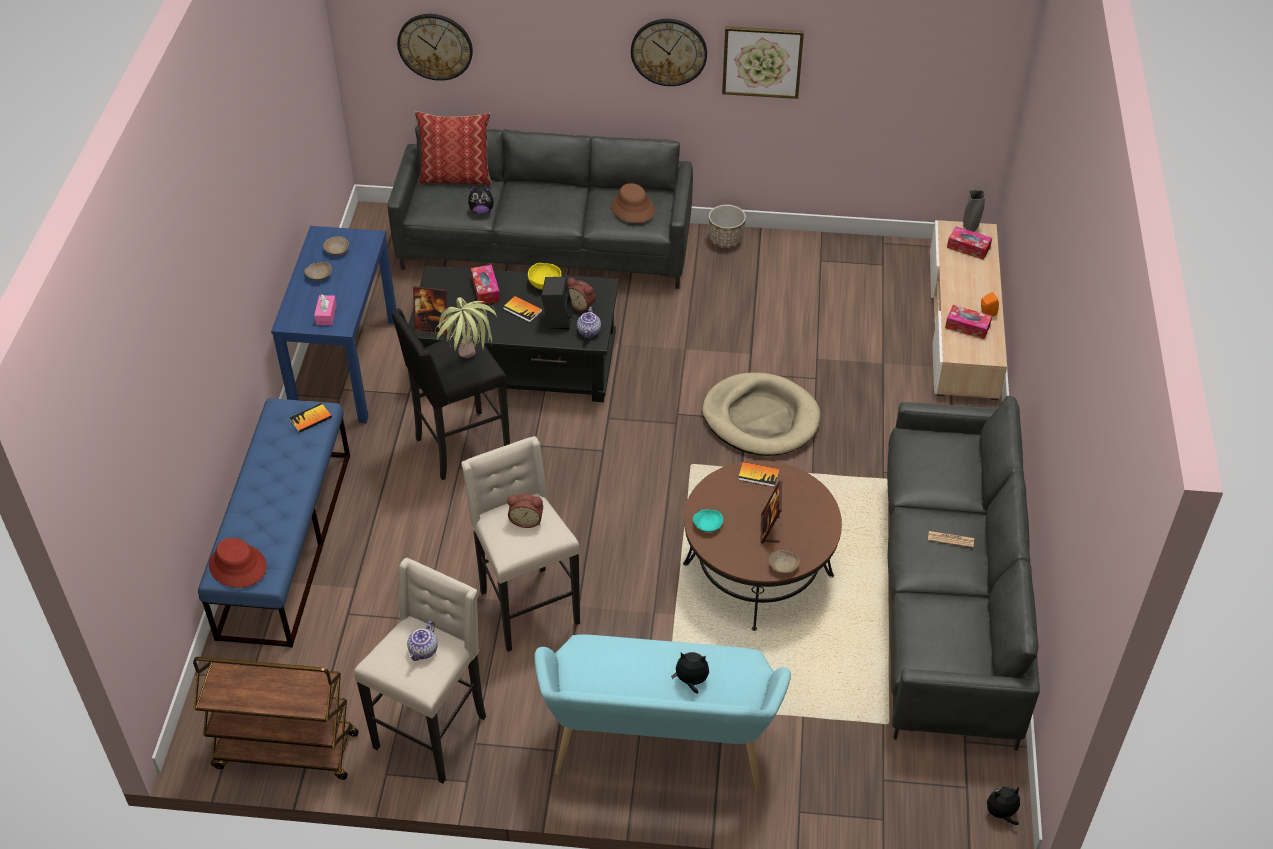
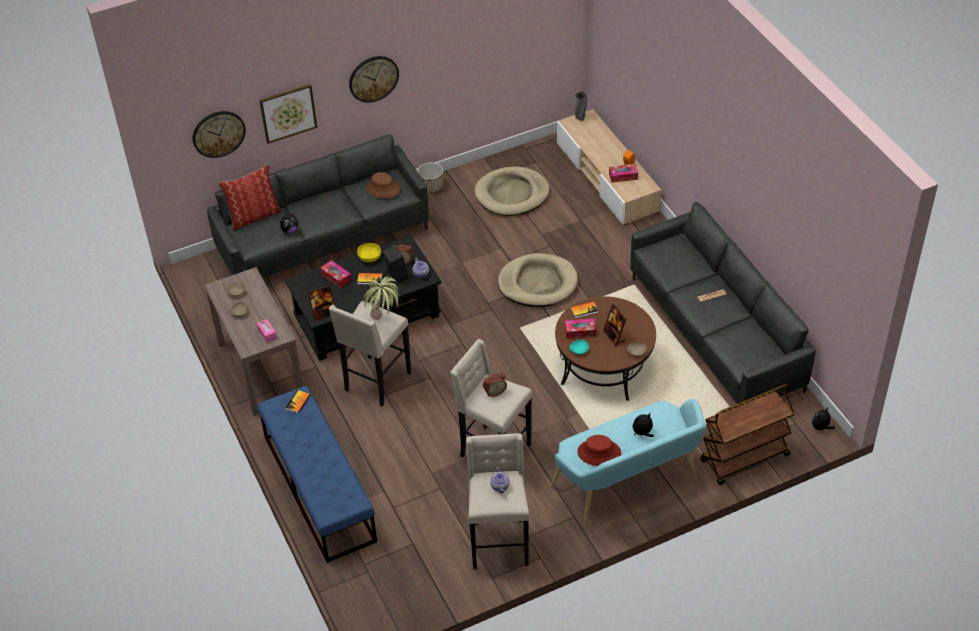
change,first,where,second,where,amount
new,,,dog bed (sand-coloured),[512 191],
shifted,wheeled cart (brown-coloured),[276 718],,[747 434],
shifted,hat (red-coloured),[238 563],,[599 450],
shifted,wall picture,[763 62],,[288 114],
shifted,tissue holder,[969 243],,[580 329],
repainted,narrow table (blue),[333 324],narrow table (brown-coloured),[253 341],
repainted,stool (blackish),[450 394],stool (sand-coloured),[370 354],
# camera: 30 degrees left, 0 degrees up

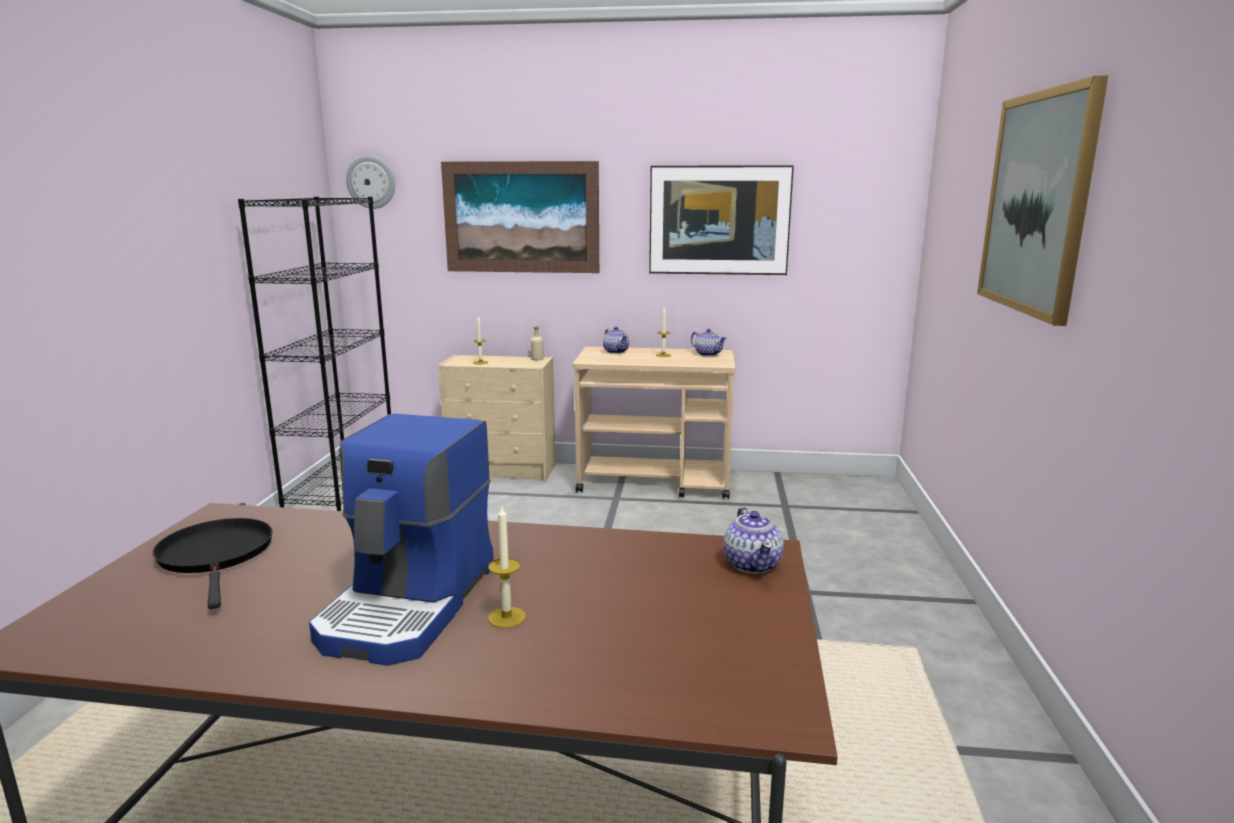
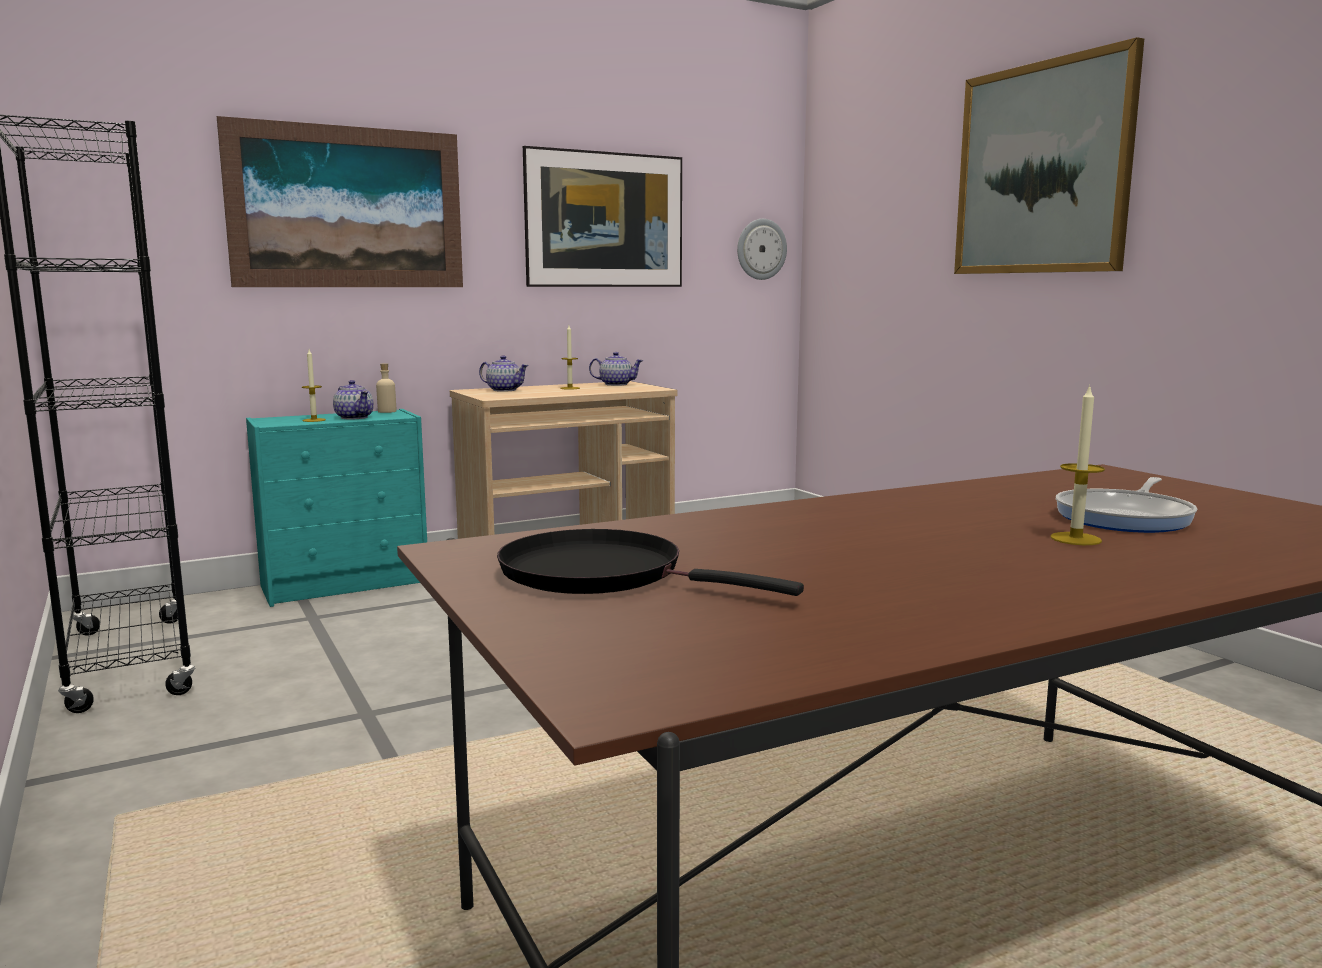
change,first,where,second,where,amount
gone,coffee maker,[401 540],,,
new,,,frying pan,[1126 505],
shifted,hanging clock,[370 182],,[762 249],
shifted,tea pot,[753 540],,[353 400],
repainted,chest of drawers (sand-coloured),[497 418],chest of drawers (turquoise-coloured),[336 508],
# camera: 35 degrees left, 5 degrees down

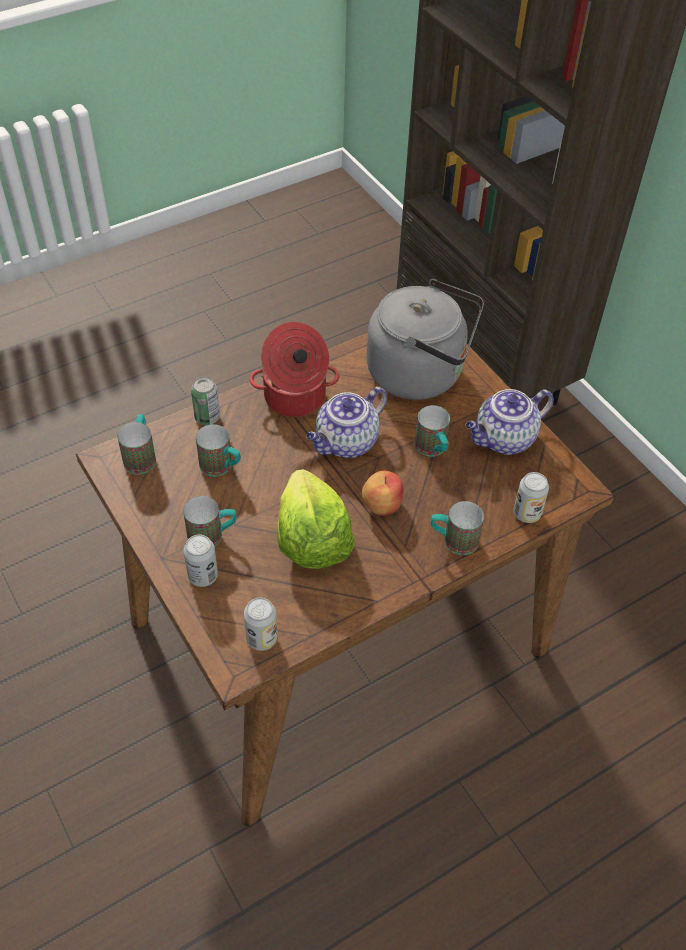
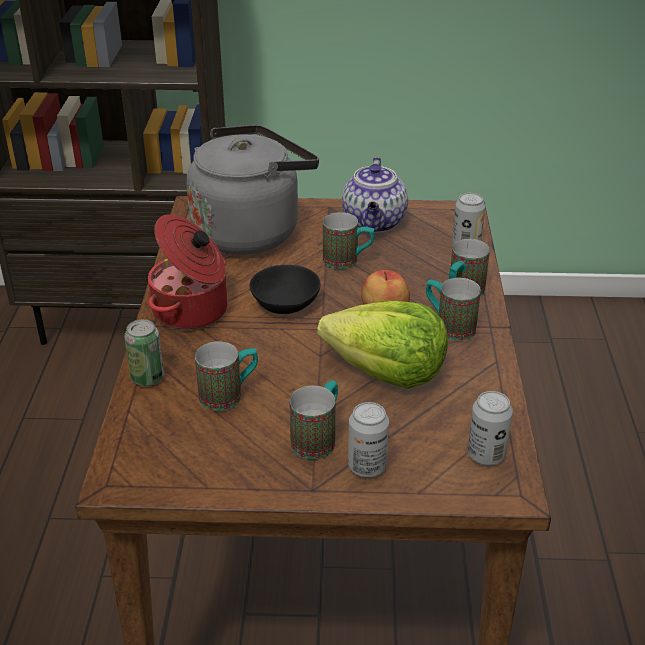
change,first,where,second,where,amount
shifted,coffee mug,[136 444],,[453 309],
swapped,tea pot,[346 422],bowl (blackish),[285 289],
# camera: 55 degrees left, 15 degrees down

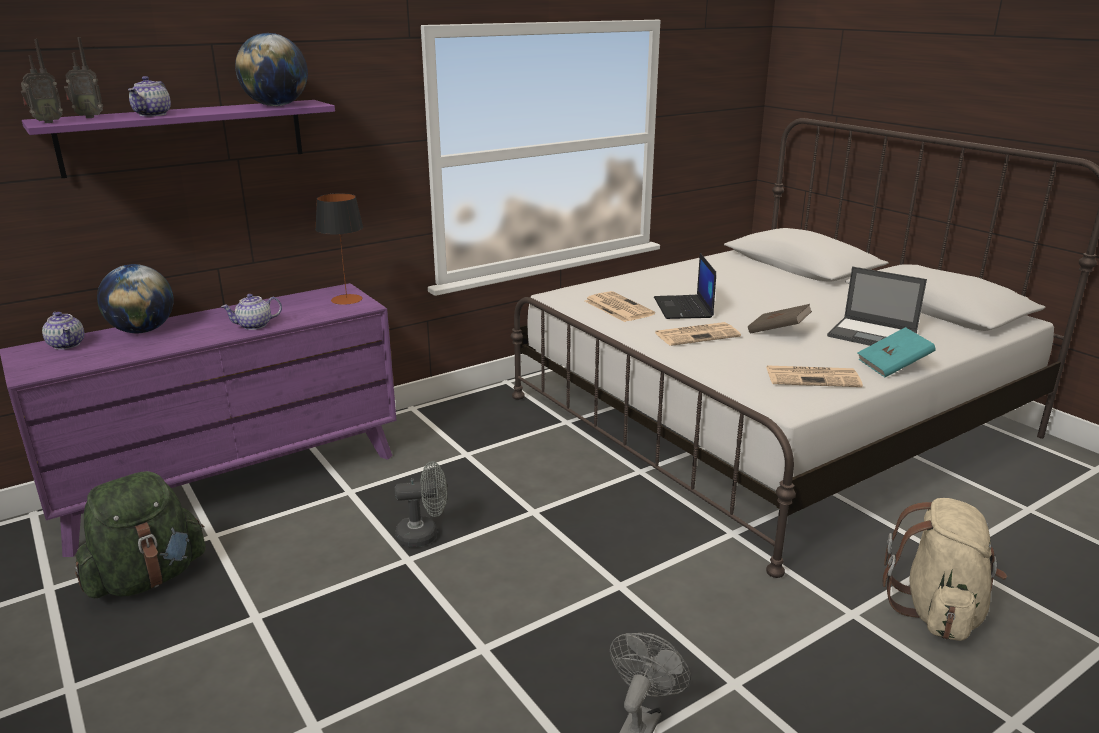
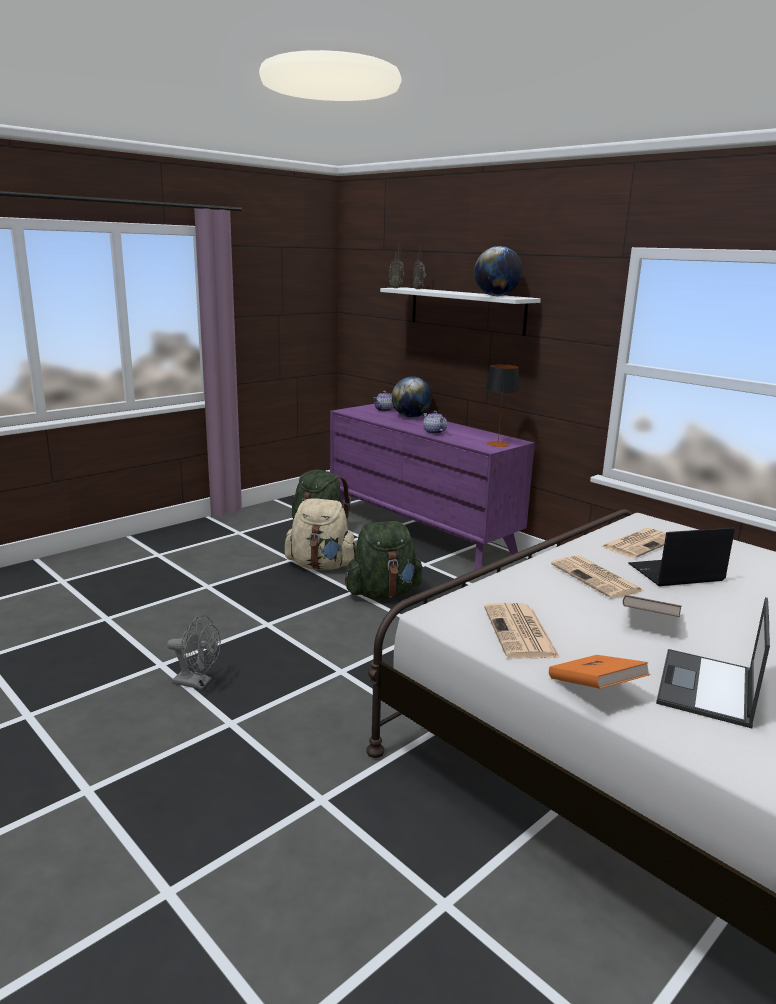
change,first,where,second,where,amount
gone,tea pot,[149 96],,,
shifted,knapsack (sand-coloured),[945 569],,[320 534],
swapped,electric fan (gray),[421 504],knapsack (greenish),[384 560],
repainted,shelf (purple-coloured),[178 139],shelf (whitish),[460 312],
repainted,bound book (turquoise-coloured),[897 352],bound book (orange-coloured),[600 672],
# camera: 80 degrees right, 5 degrees down

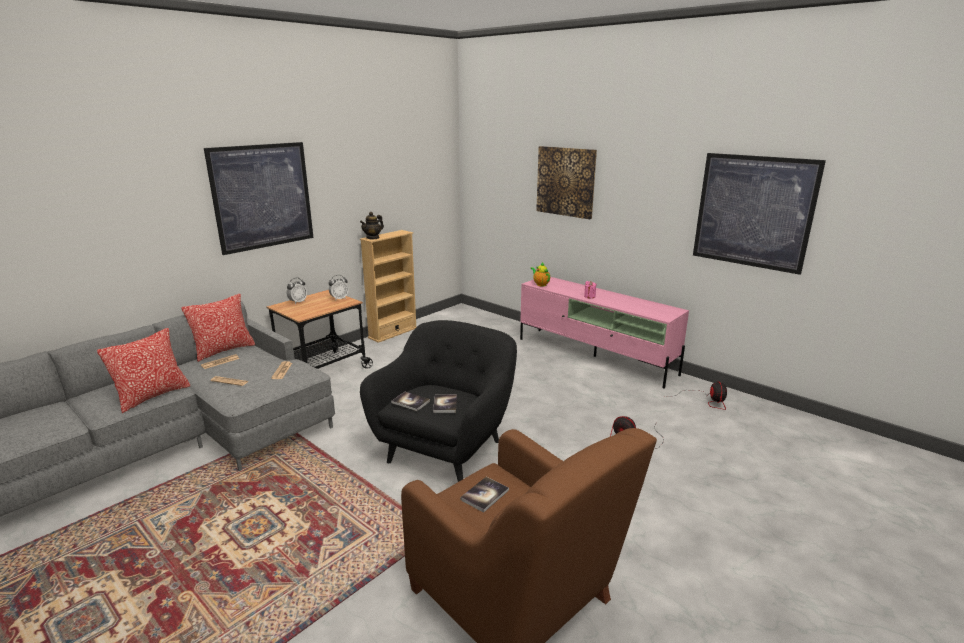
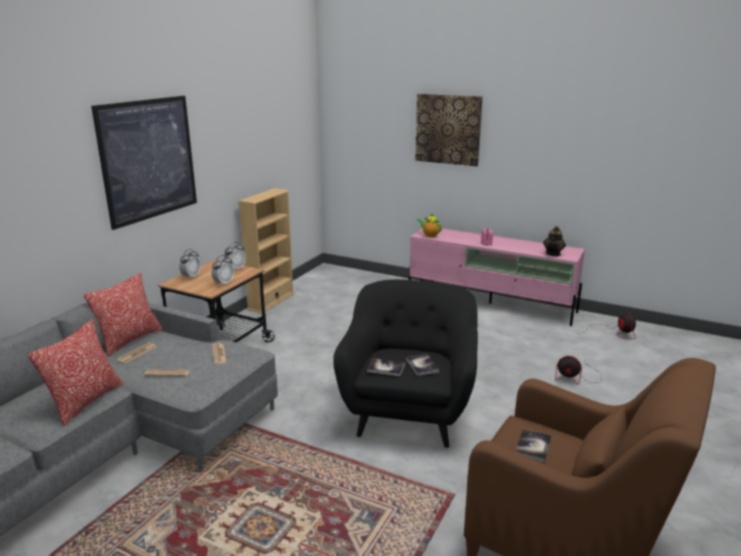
change,first,where,second,where,amount
gone,wall picture,[759 214],,,
new,,,table clock,[222 270],
shifted,tea pot,[372 226],,[554 241],
# camera: 15 degrees left, 0 degrees up

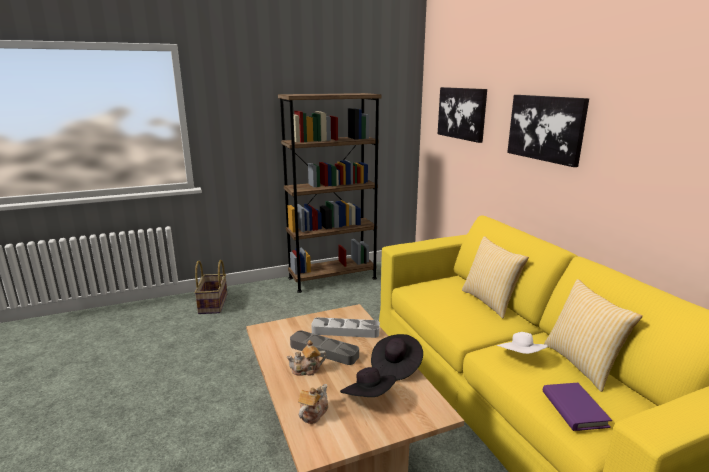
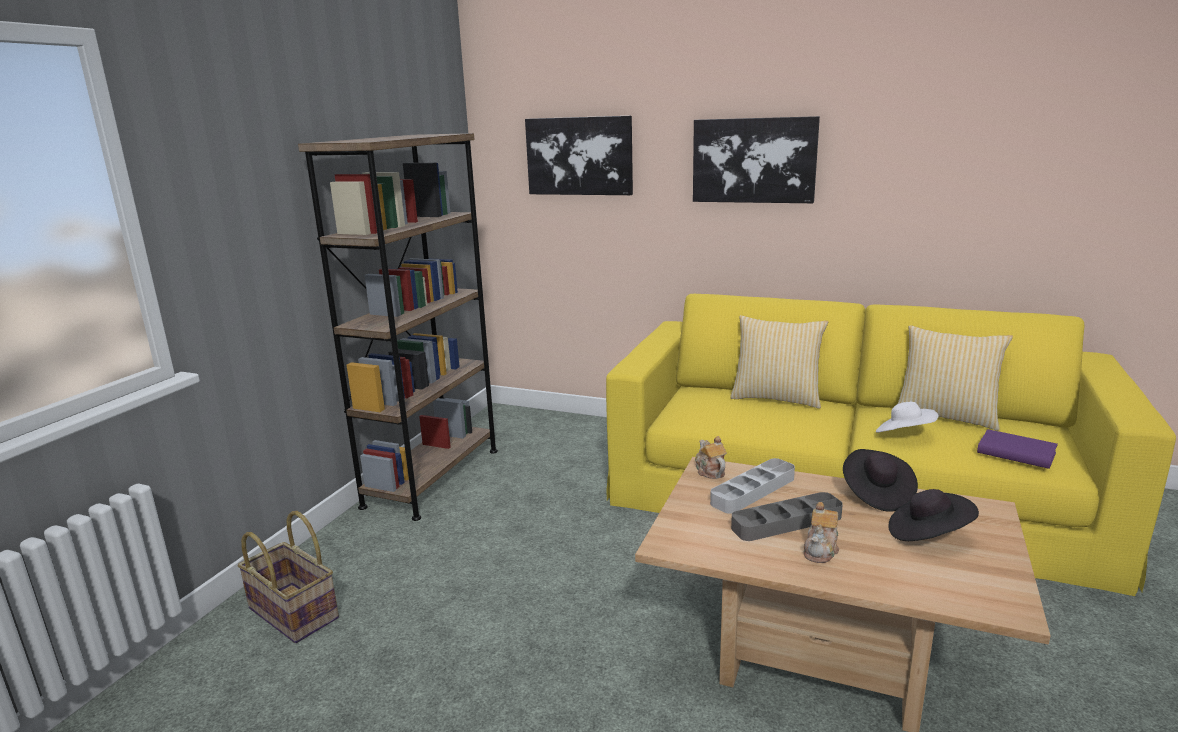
change,first,where,second,where,amount
shifted,tea pot,[313 404],,[711 457],
# camera: 45 degrees left, 0 degrees up

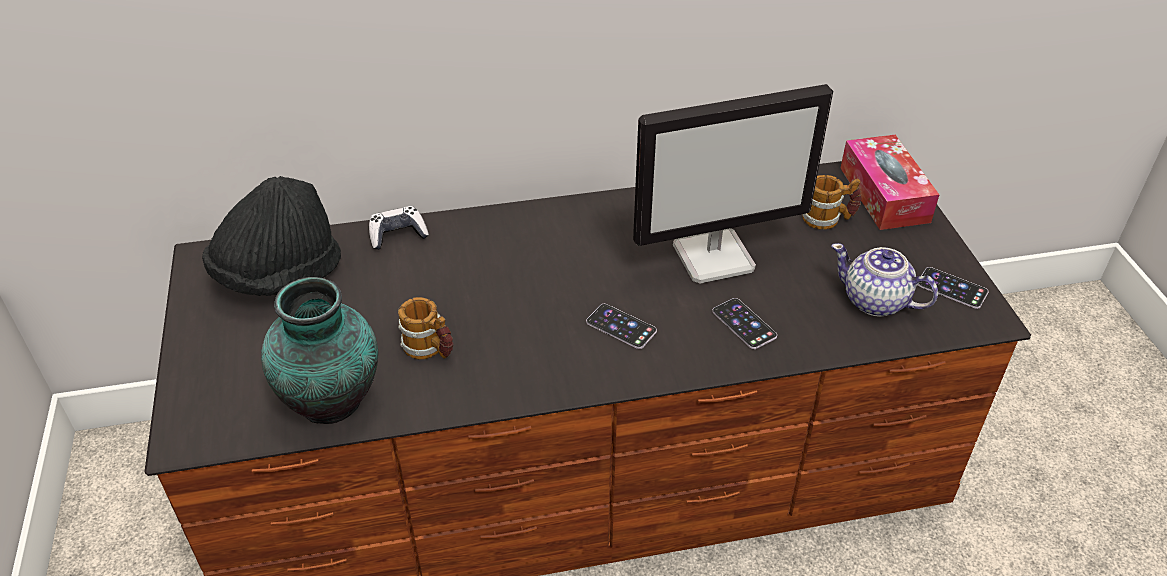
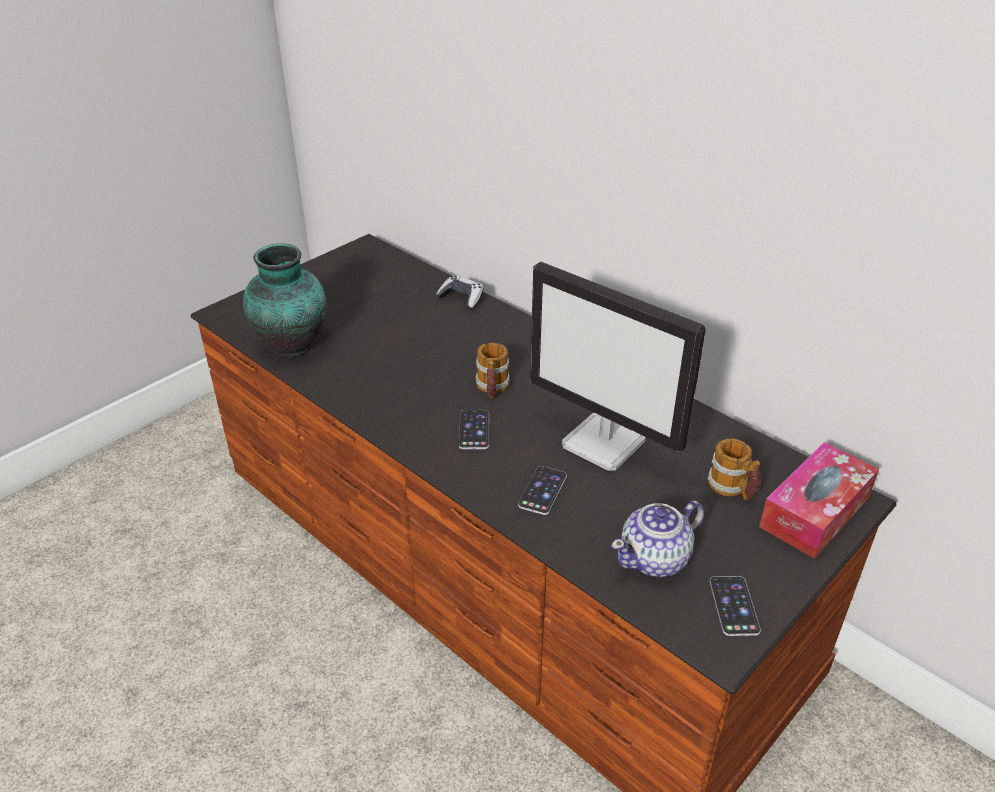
change,first,where,second,where,amount
gone,hat (blackish),[271 236],,,
shifted,coffee mug,[425 328],,[493 370],
rotated,tea pot,[884 280],,[657 538],120 degrees counterclockwise
# camera: 55 degrees right, 5 degrees down

